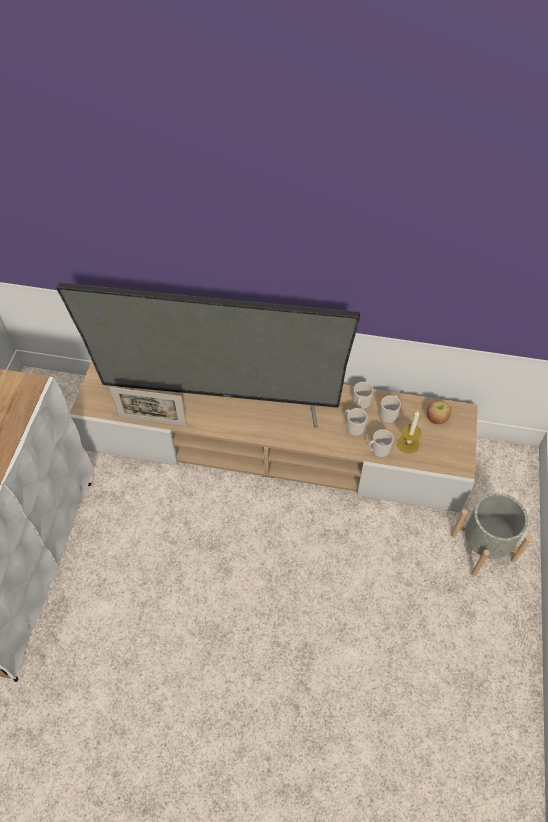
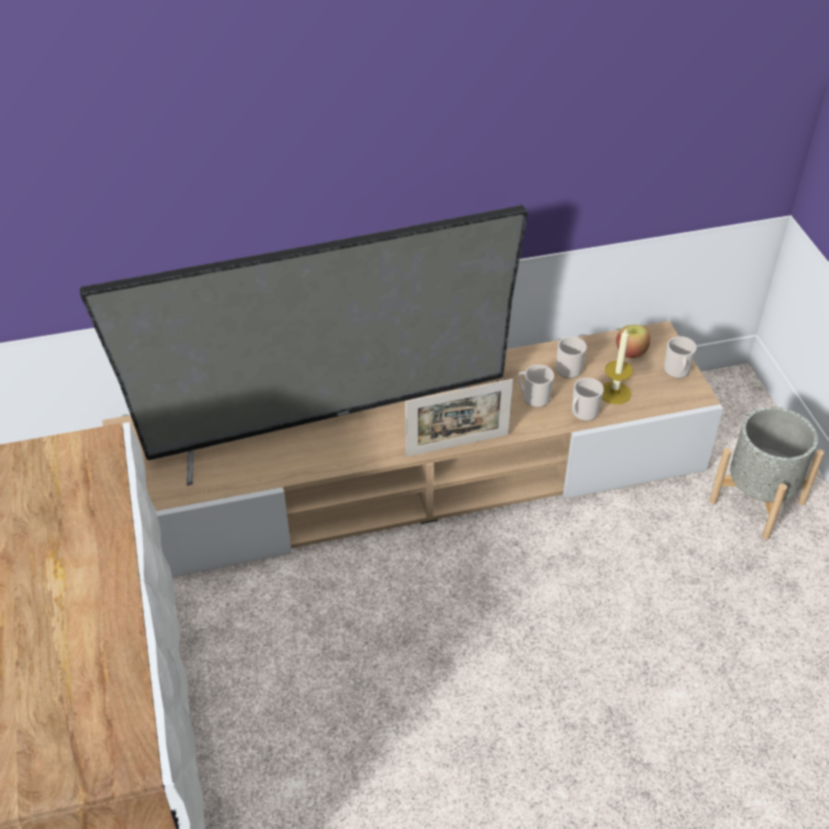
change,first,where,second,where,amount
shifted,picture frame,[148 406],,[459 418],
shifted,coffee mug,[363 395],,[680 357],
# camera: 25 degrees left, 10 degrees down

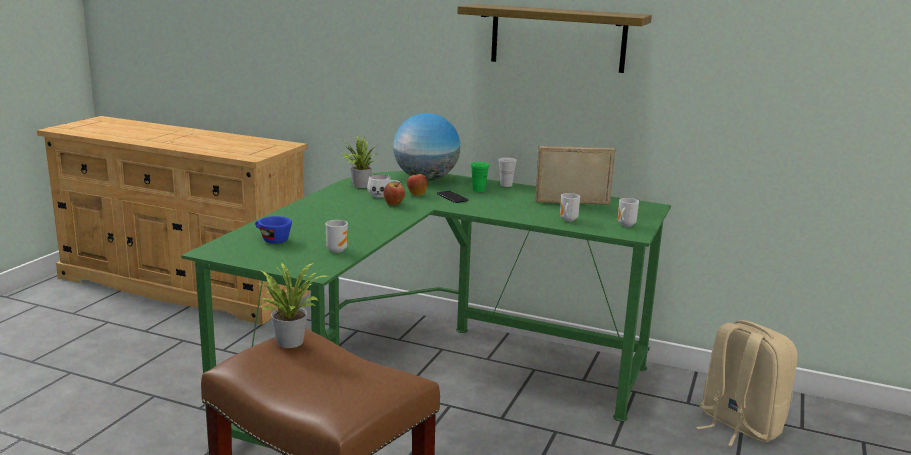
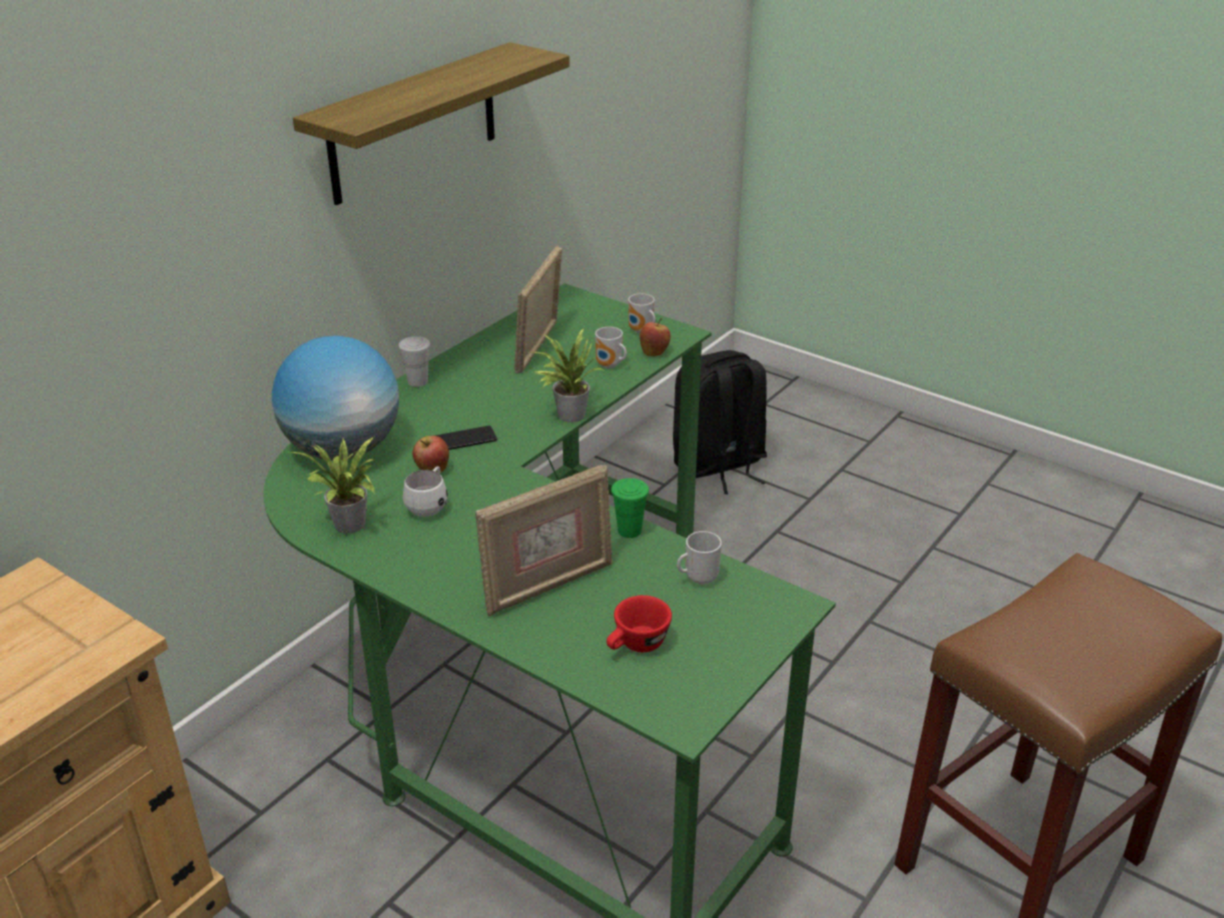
change,first,where,second,where,amount
new,,,picture frame,[544 540],
shifted,houseplant,[293 305],,[566 375],
shifted,apple fruit,[394 193],,[655 337],
shifted,cup (greenish),[480 177],,[630 508],
repainted,cup (blue),[273 230],cup (red-coloured),[639 623],
repainted,knapsack (sand-coloured),[747 383],knapsack (blackish),[720 422],
# camera: 75 degrees left, 15 degrees up

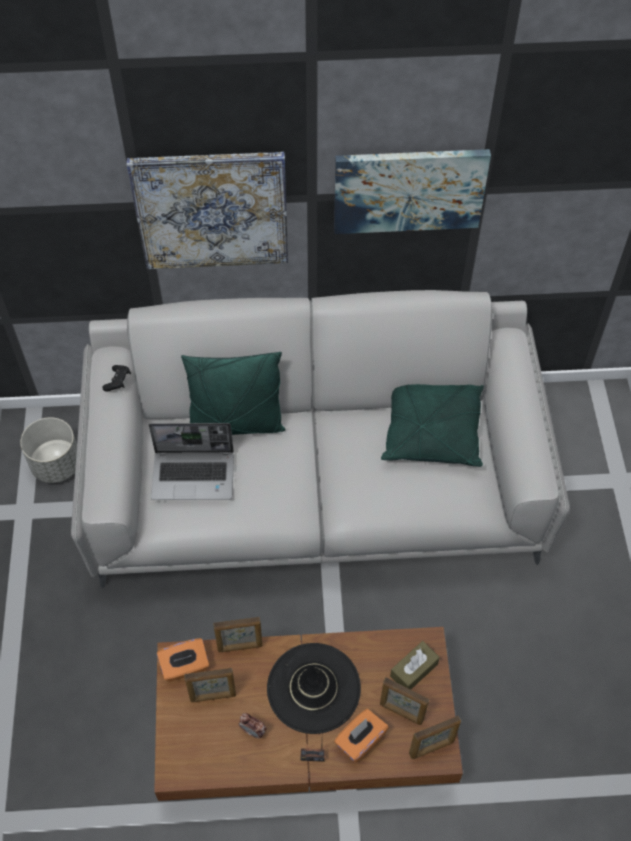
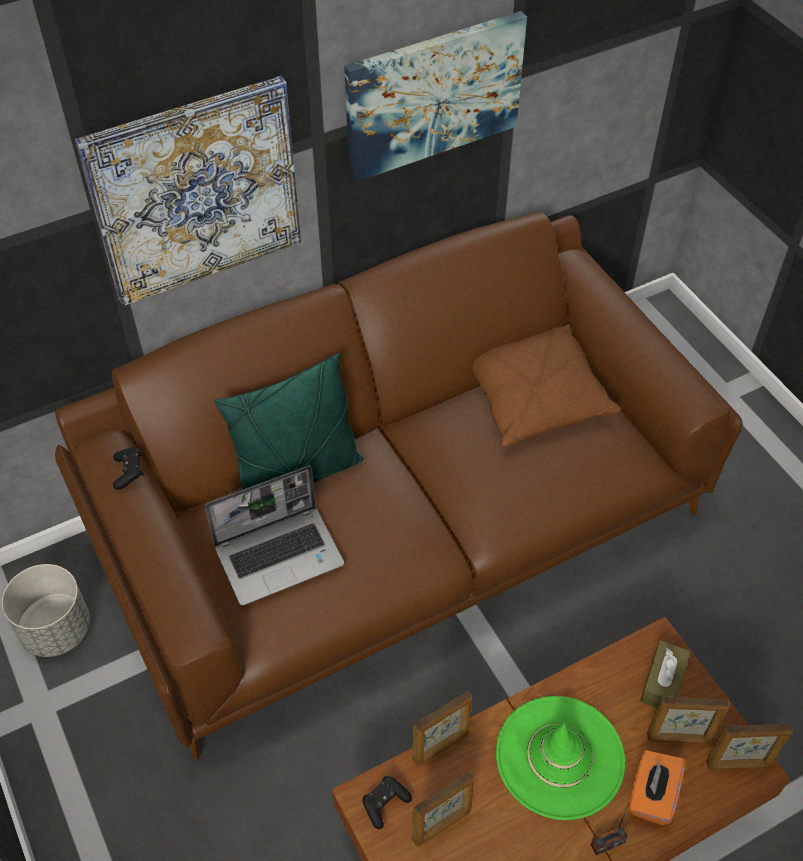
change,first,where,second,where,amount
gone,table clock,[253 726],,,
swapped,tissue holder (orange-coloured),[183 659],joypad (blackish),[387 802],
repainted,settee (gray),[320 439],settee (brown-coloured),[399 486],
repainted,hat (blackish),[314 688],hat (greenish),[560 758],
repainted,cushion (greenish),[432 425],cushion (brown-coloured),[546 385],
rotated,picture frame,[435 737],,[749 747],45 degrees clockwise
# camera: 25 degrees left, 5 degrees down

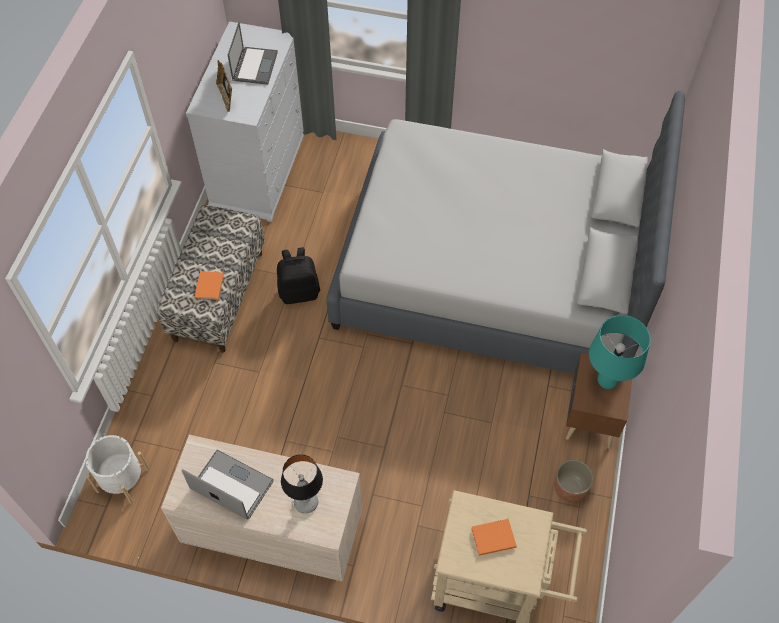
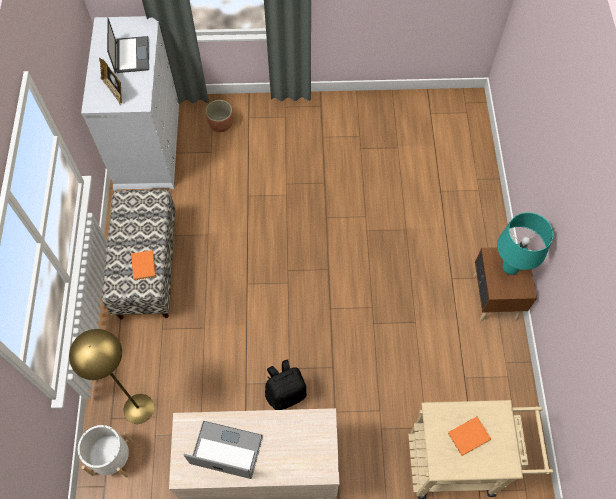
change,first,where,second,where,amount
gone,tabletop lamp,[302 483],,,
gone,sleeping bed (gray),[505 232],,,
new,,,floor lamp (yellow-coloured),[111 376],
shifted,knapsack (blackish),[298 275],,[285 384],
shifted,planter,[574 481],,[219 116],
# camera: 15 degrees left, 5 degrees up

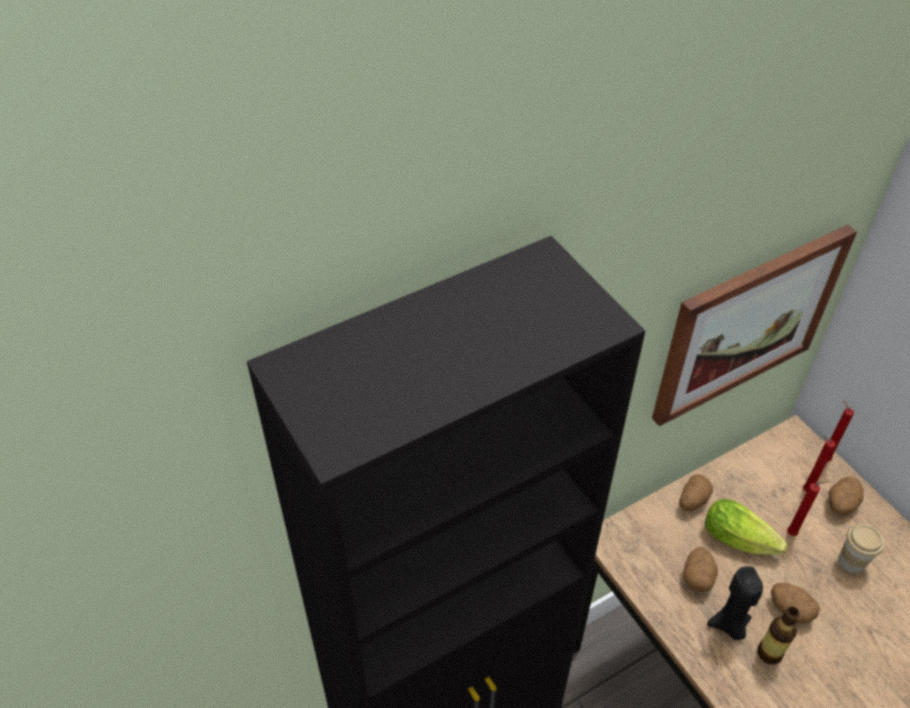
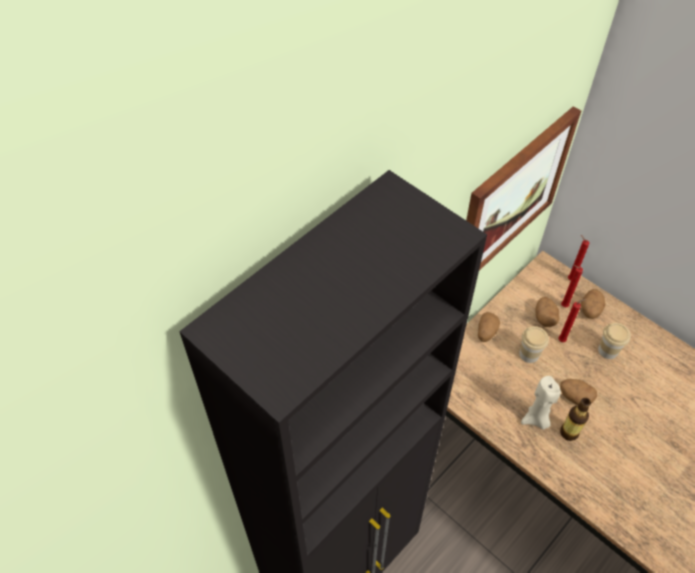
change,first,where,second,where,amount
shifted,potato,[700 569],,[547 312],
swapped,lettuce,[746 527],cup,[534 344],
repainted,wax candle (blackish),[735 603],wax candle (sand-coloured),[541 402],
# camera: 15 degrees left, 5 degrees up

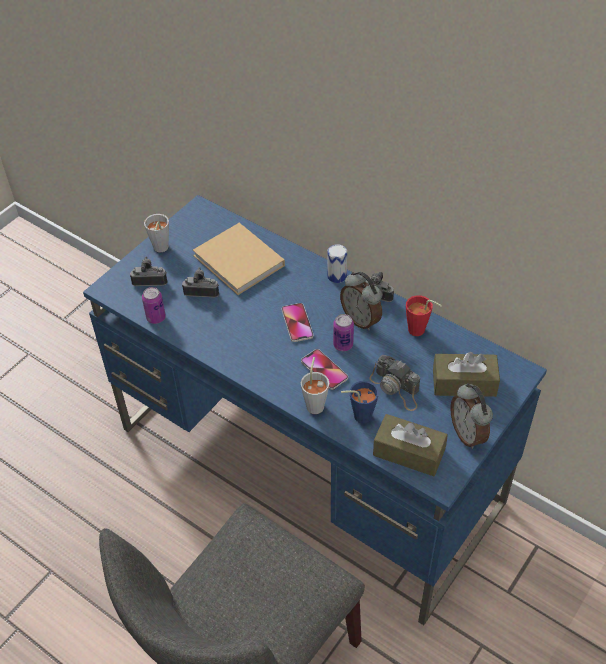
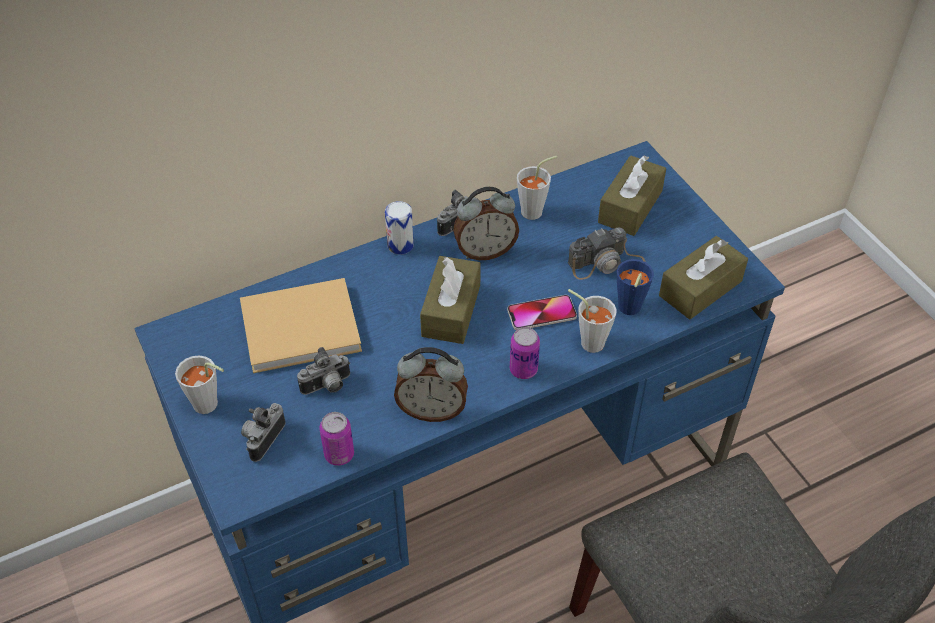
change,first,where,second,where,amount
shifted,sealed can,[343 332],,[525 353],
shifted,table clock,[471 416],,[431 384],
swapped,telephone,[297 322],tissue holder (brown-coloured),[450 300],
repainted,cup (red-coloured),[424 315],cup (gray),[537 188],
rotated,still camera,[200 282],,[323 371],150 degrees counterclockwise
# camera: 65 degrees left, 0 degrees up

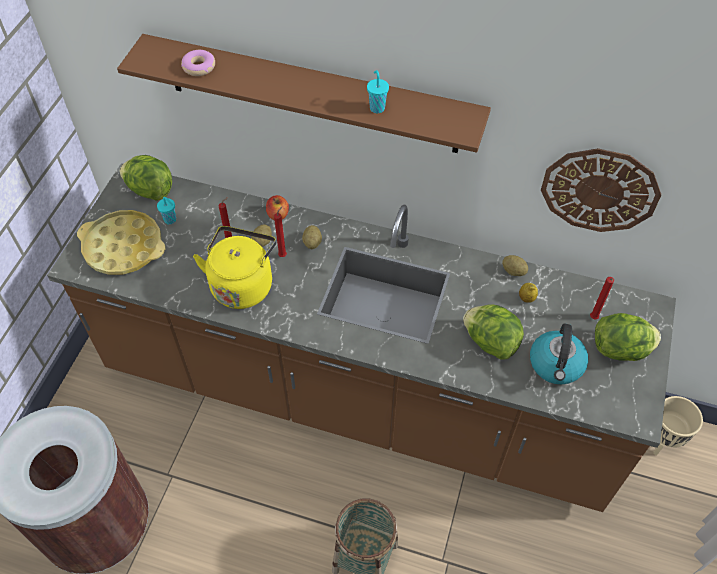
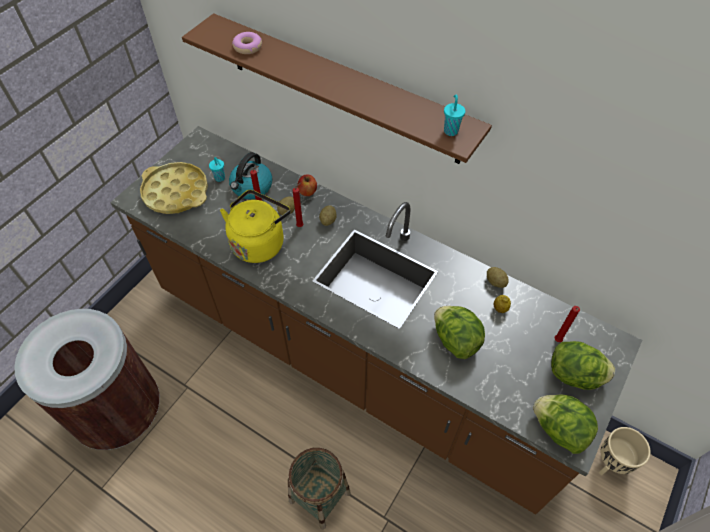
change,first,where,second,where,amount
gone,hanging clock,[601 190],,,
shifted,lettuce,[146 178],,[565 424],
shifted,cup (turquoise-coloured),[378 91],,[454 115],
shifted,kettle,[559 353],,[251 175],
# camera: 15 degrees right, 0 degrees up

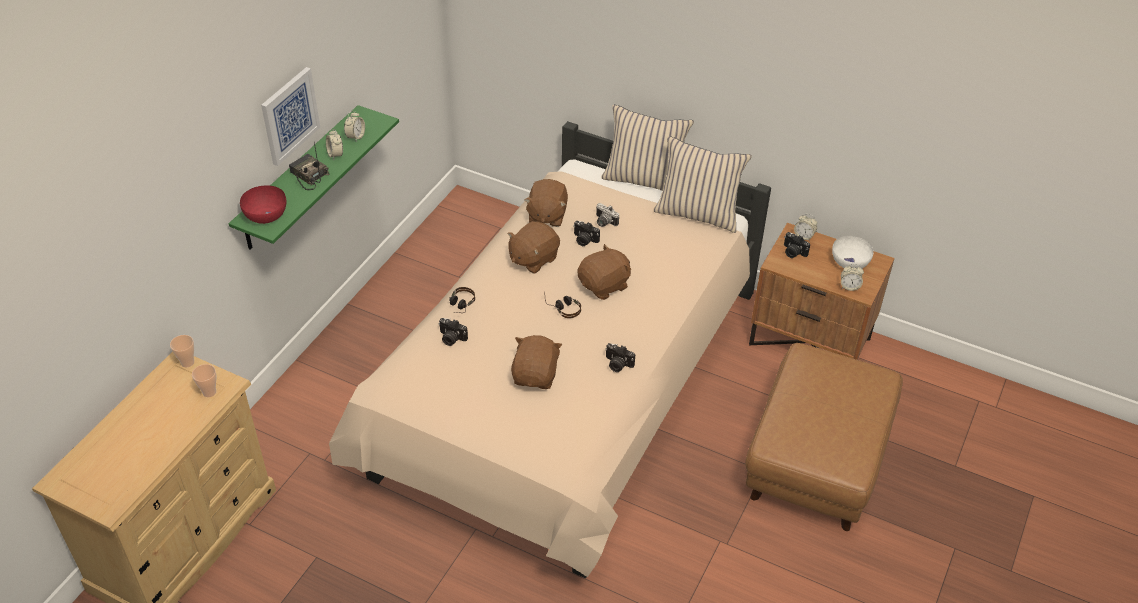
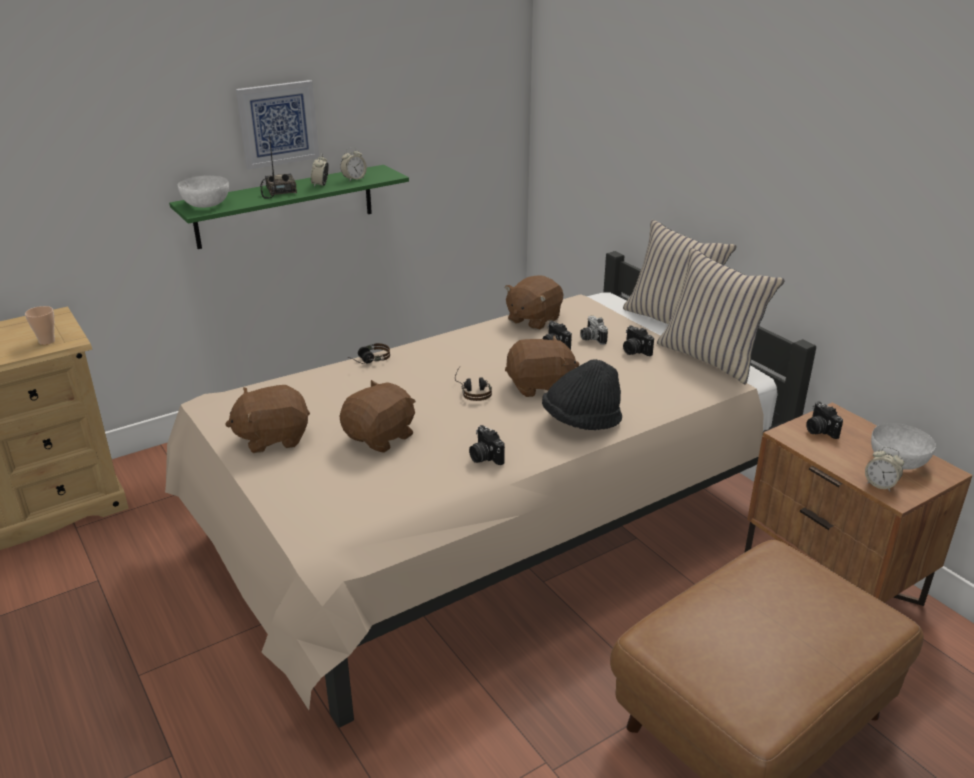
change,first,where,second,where,amount
gone,cup,[182 351],,,
gone,table clock,[805 227],,,
new,,,hat (blackish),[582 394],
shifted,still camera,[453 332],,[638 341],
shifted,plush toy (brown-coloured),[534 247],,[267 419],
repainted,bowl (red-coloured),[263 204],bowl (whitish),[203 192],
# camera: 30 degrees right, 15 degrees down

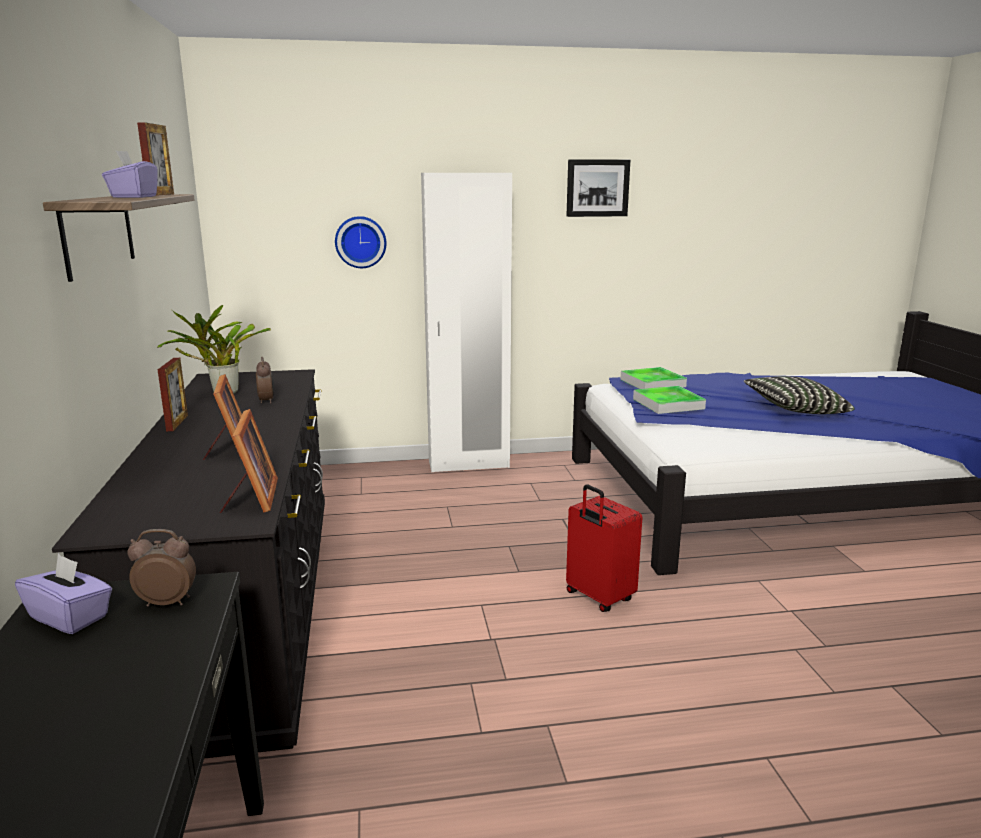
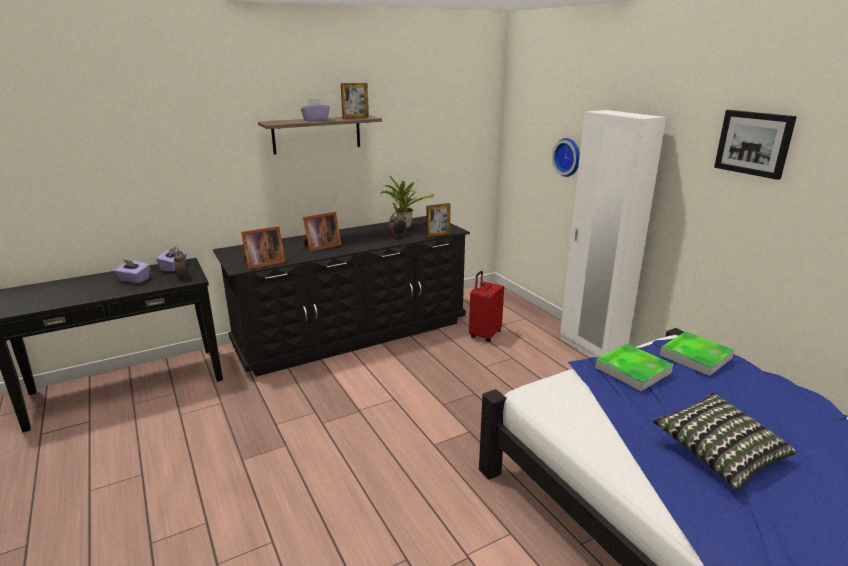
change,first,where,second,where,amount
new,,,tissue holder (purple-coloured),[132 271],
shifted,picture frame,[173 394],,[438 220],
shifted,suitcase (red-coloured),[604 548],,[486 306],
# camera: 70 degrees right, 5 degrees up

